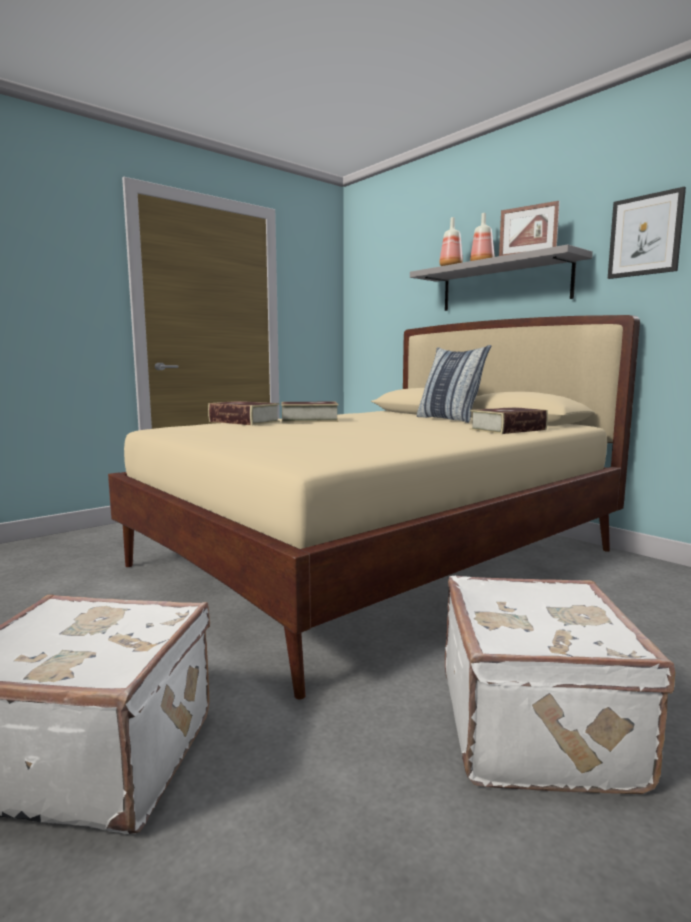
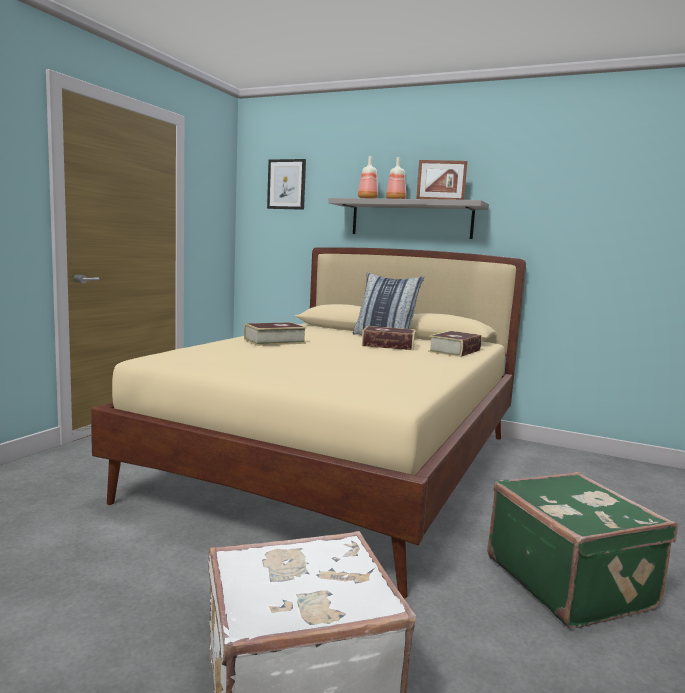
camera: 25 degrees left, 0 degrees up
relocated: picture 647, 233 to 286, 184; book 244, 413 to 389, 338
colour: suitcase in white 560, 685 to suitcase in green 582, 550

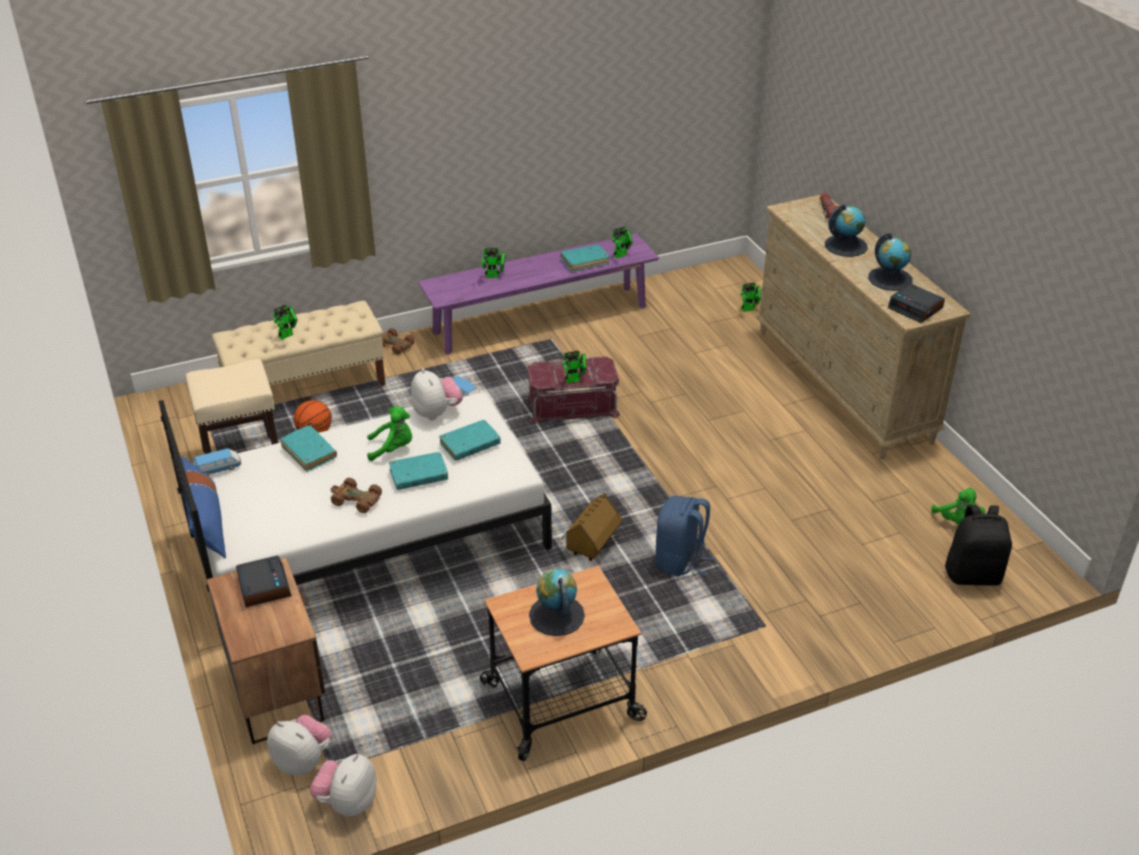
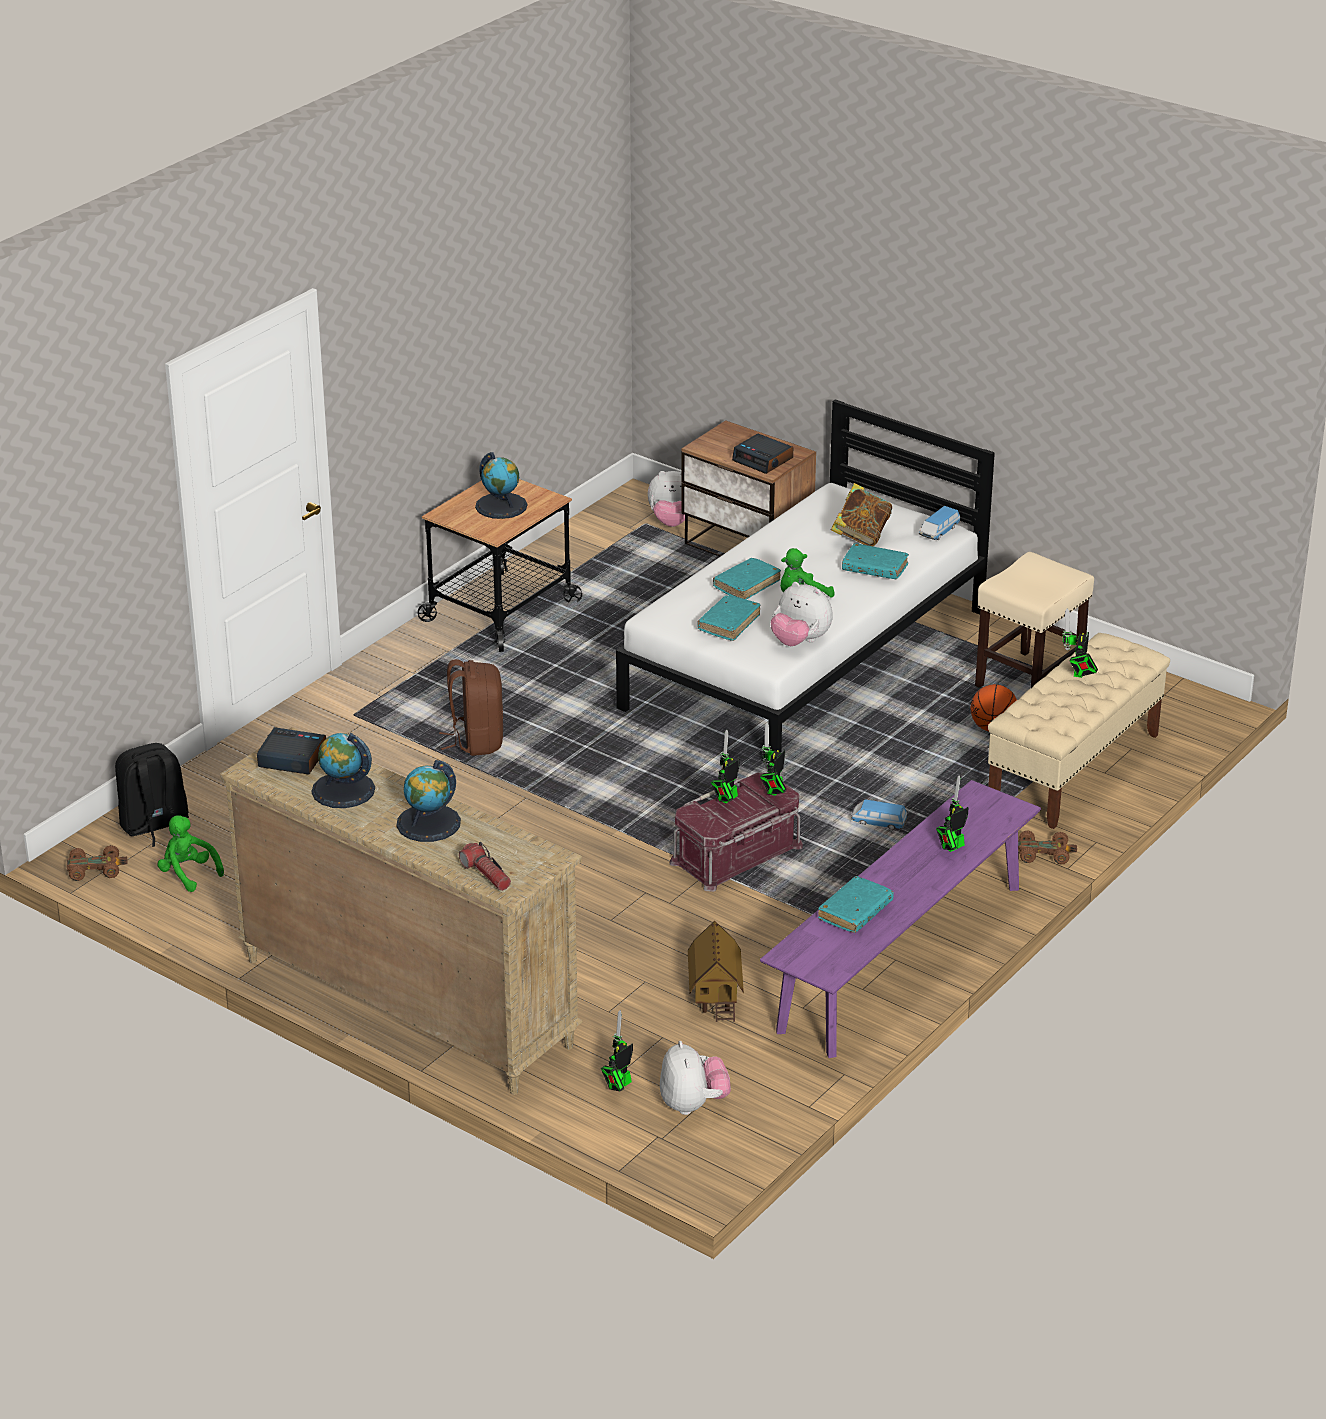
camera: 150 degrees right, 5 degrees down
missing: pillow in blue 203, 507
appeared: book 861, 514
relocated: toy robot 622, 242 to 773, 759; toy car in brown 356, 495 to 97, 863; toy house 591, 527 to 716, 971; plush toy 343, 785 to 695, 1078
colour: backpack in blue 685, 536 to backpack in brown 471, 707

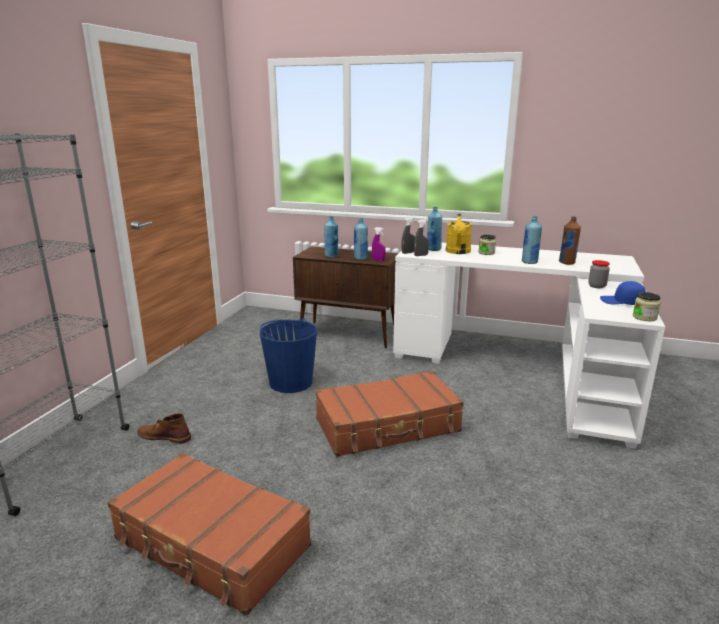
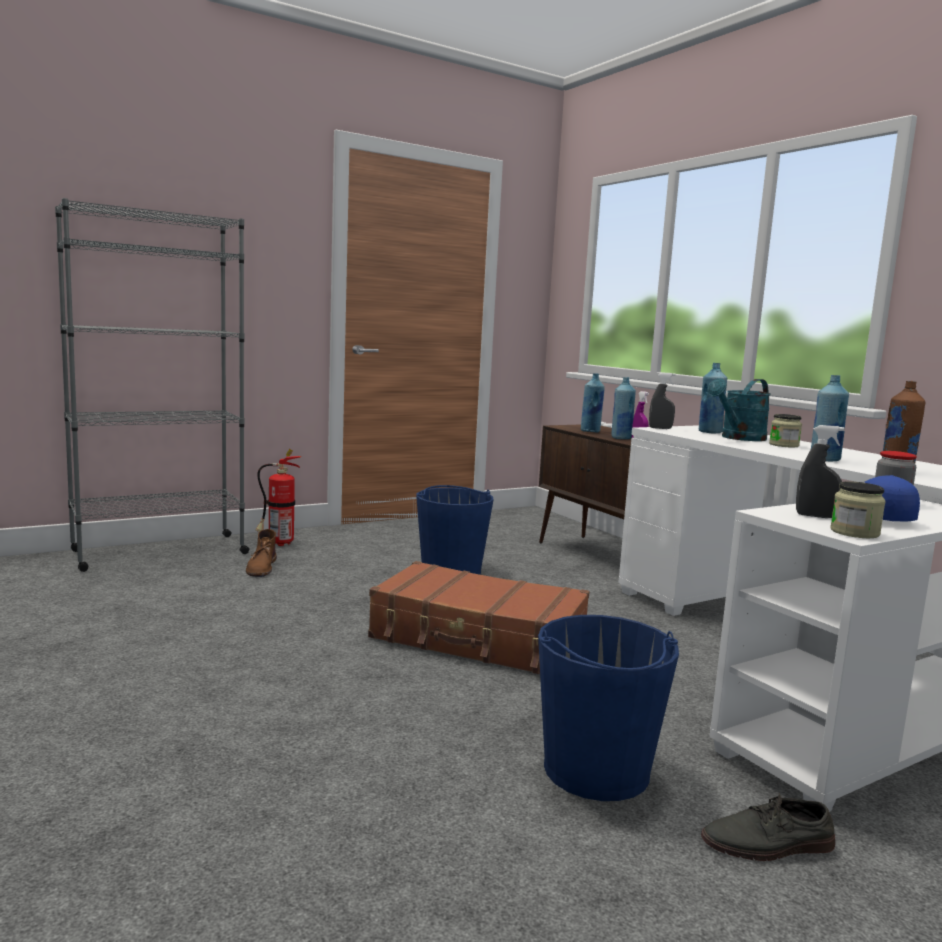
camera: 40 degrees right, 10 degrees down
missing: suitcase in brown 209, 534
appeared: fire extinguisher 278, 497; bucket in blue 608, 708; shoe in grey 768, 827
relocated: spray bottle in grey 421, 237 to 820, 471
colour: watering can in yellow 459, 234 to watering can in turquoise 739, 409
spun: boot in brown 164, 428 = 261, 553 150 degrees counterclockwise

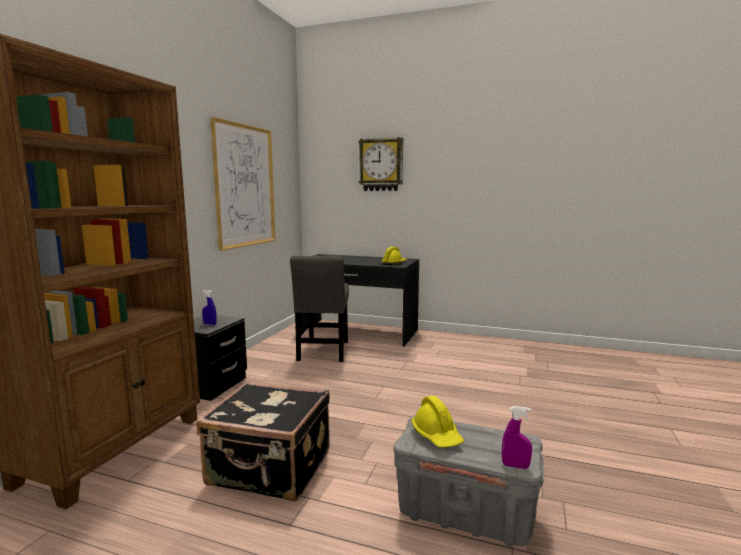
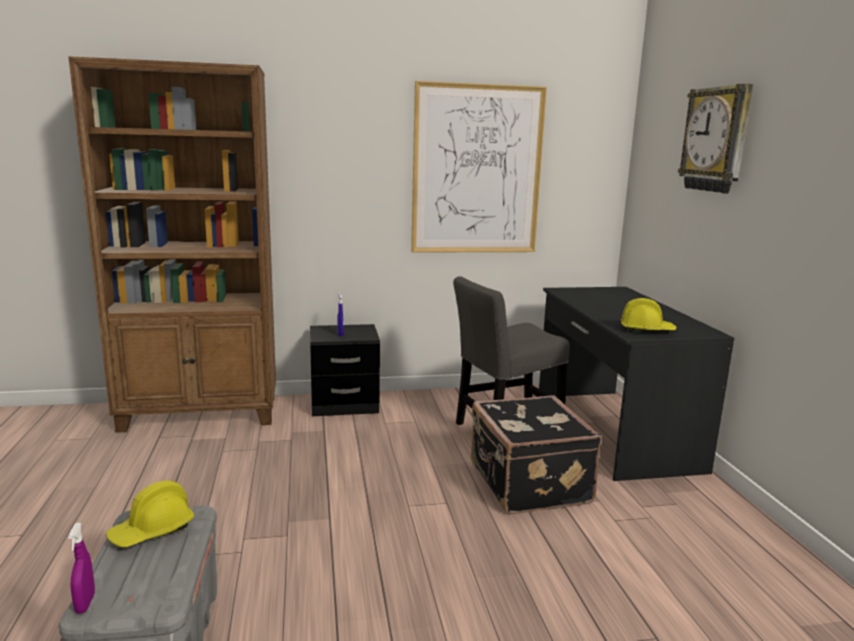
camera: 60 degrees right, 5 degrees up
relocated: suitcase in black 263, 441 to 536, 454

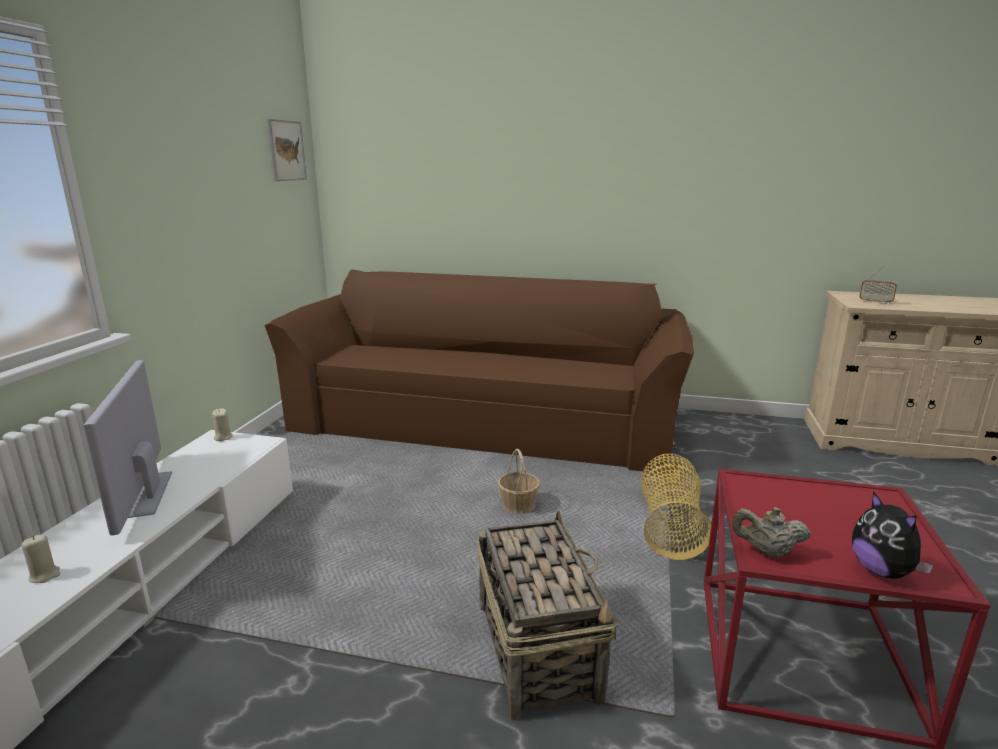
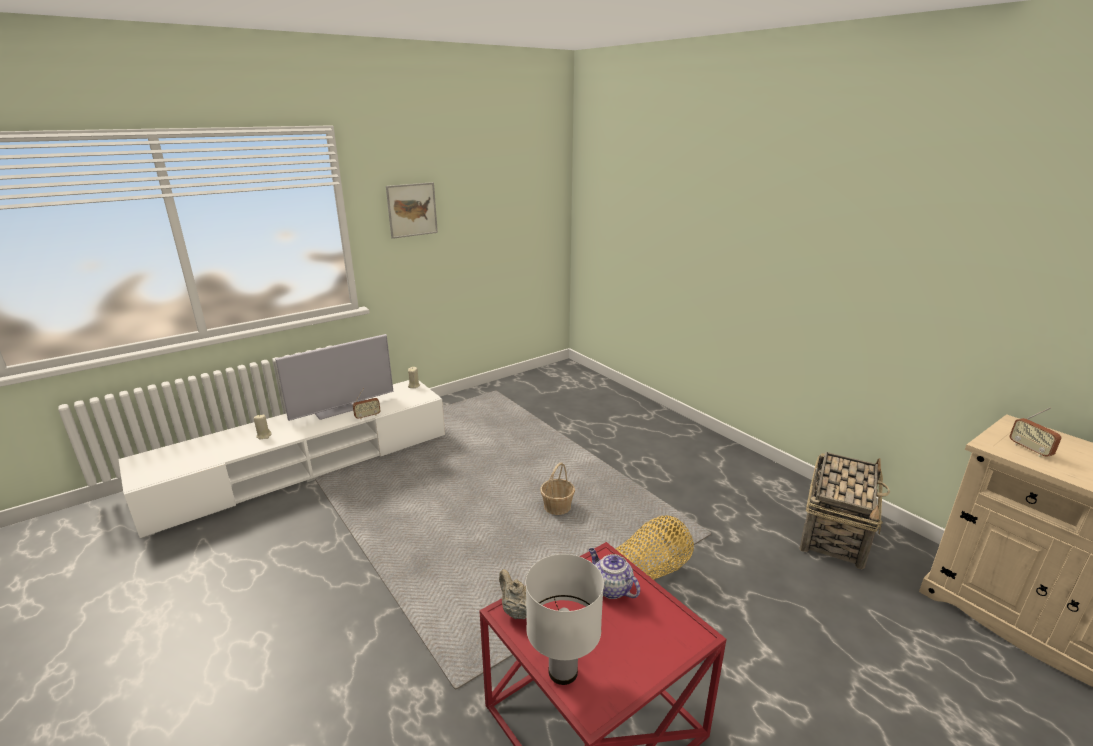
camera: 40 degrees right, 5 degrees up
missing: sofa in brown 479, 371
appeared: radio 367, 404; teapot 614, 573
relocated: picture 287, 150 to 412, 210; basket 547, 615 to 844, 510
exchanged: plush toy 893, 534 to table lamp in white 565, 619
spun: television 127, 447 = 334, 377 150 degrees counterclockwise

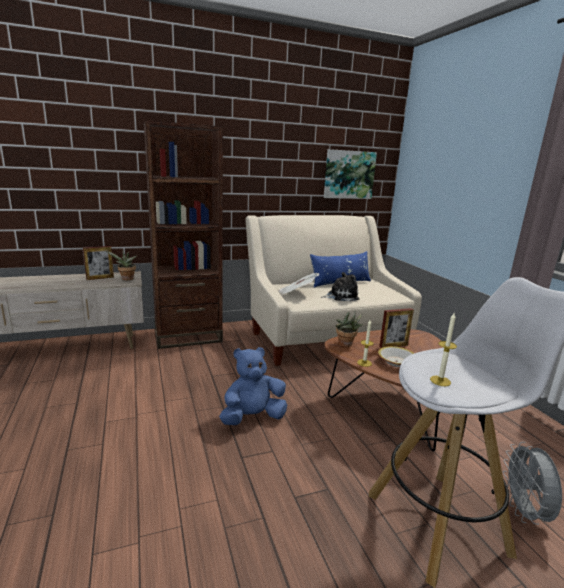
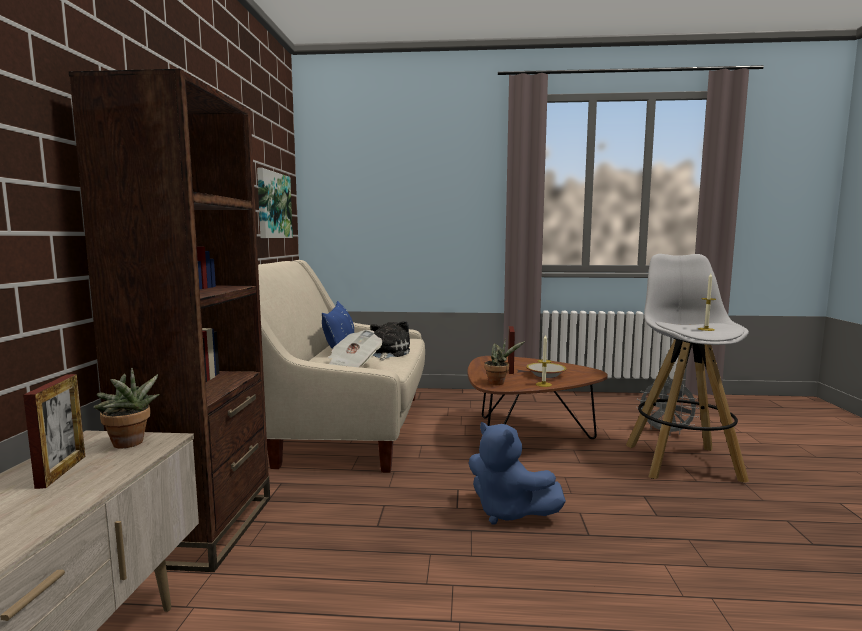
camera: 65 degrees left, 10 degrees down
spun: plush toy in blue 253, 386 = 517, 473 45 degrees counterclockwise

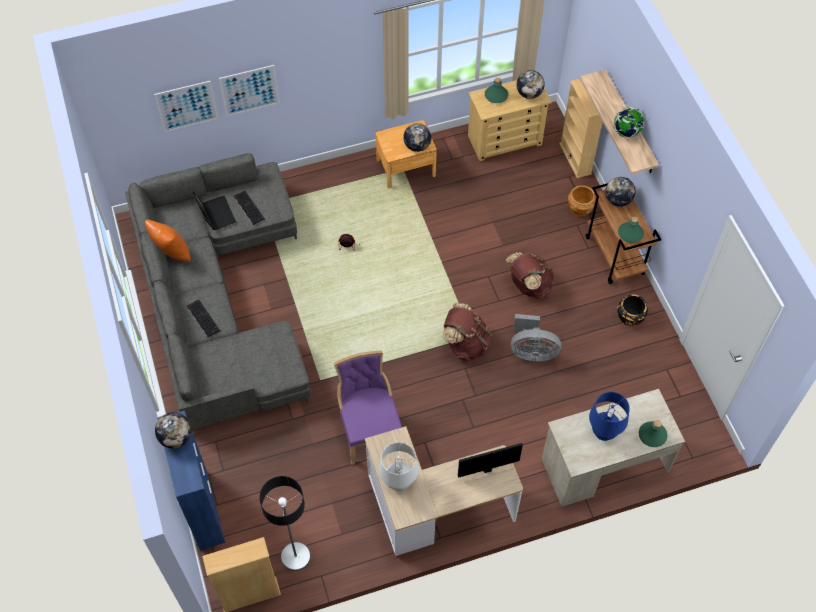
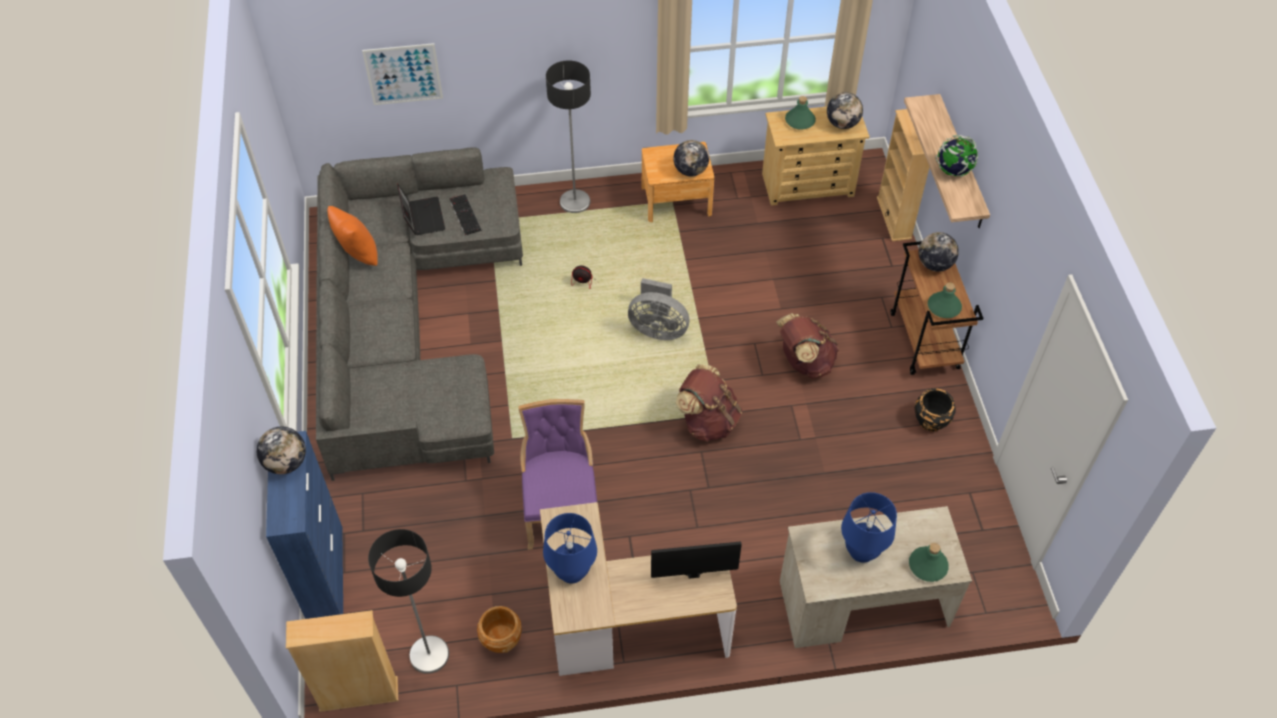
camera: 10 degrees right, 5 degrees down
missing: picture 249, 90; keyboard 204, 318
appeared: floor lamp 568, 136
relocated: planter in brown 582, 200 to 499, 629; fan in grey 536, 337 to 658, 309
colour: table lamp in white 399, 466 to table lamp in blue 570, 548

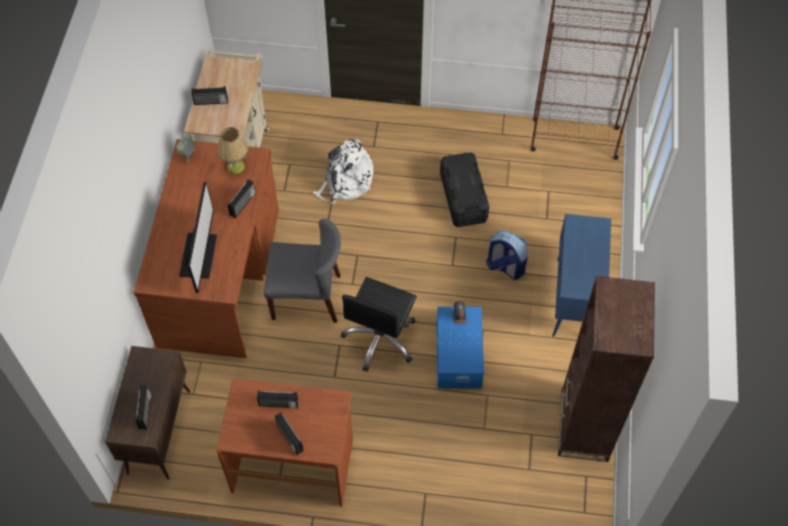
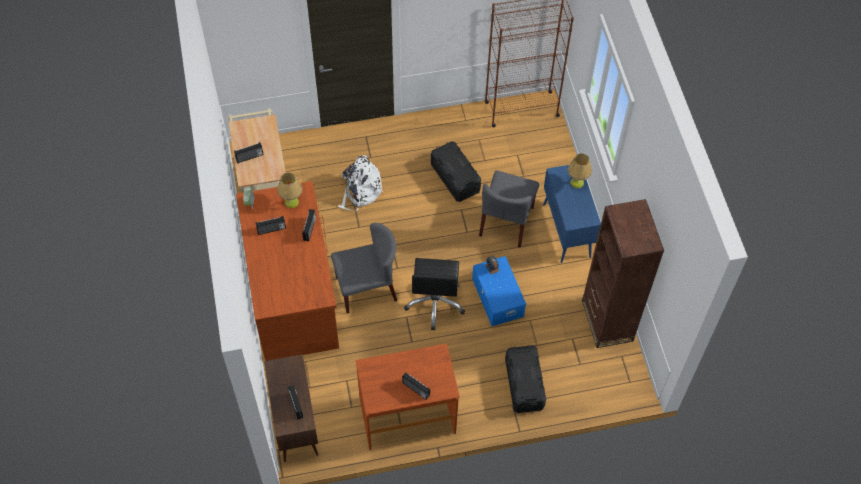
camera: 20 degrees left, 0 degrees up
missing: monitor 198, 237
appeared: table lamp 580, 170; storage box in black 525, 379
relocated: radio 278, 399 to 270, 225
exchanged: backpack 507, 255 to chair in grey 509, 209

